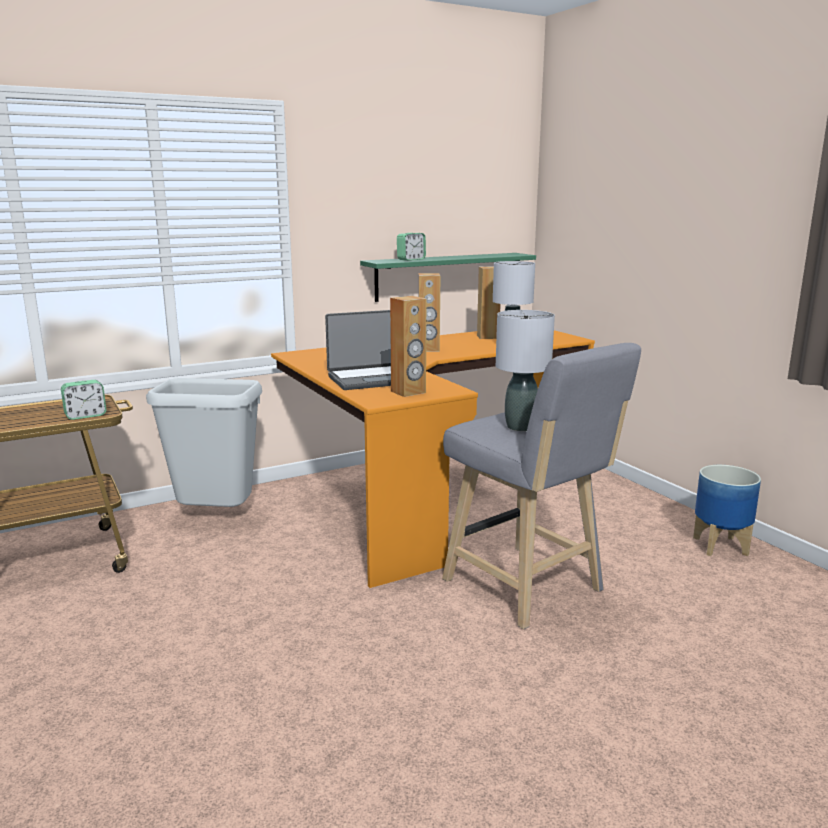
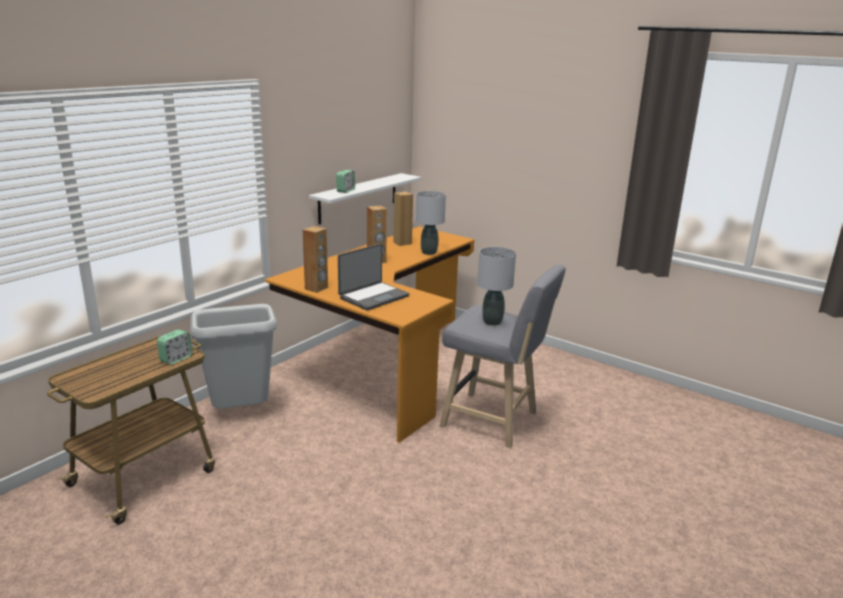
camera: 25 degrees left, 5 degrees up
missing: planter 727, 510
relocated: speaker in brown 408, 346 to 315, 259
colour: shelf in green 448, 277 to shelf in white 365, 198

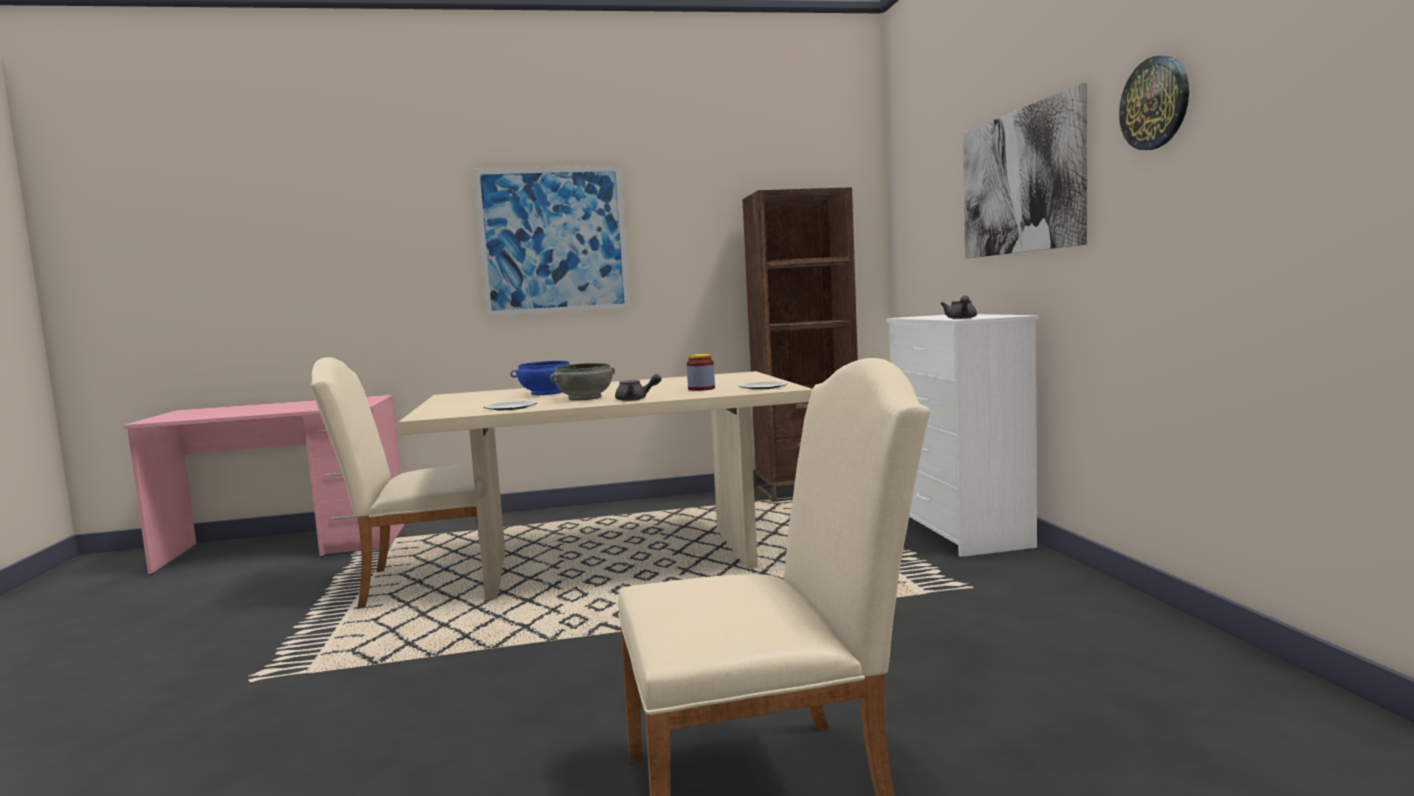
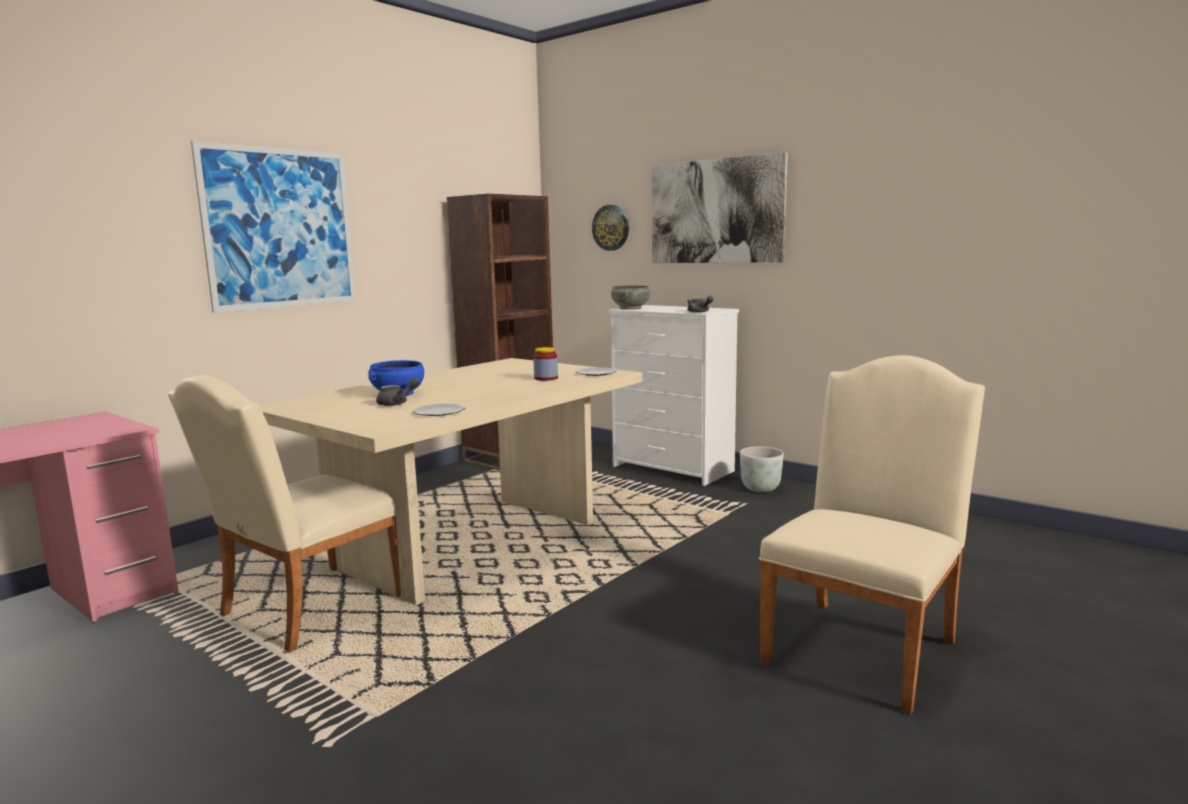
camera: 40 degrees left, 5 degrees up
appeared: planter in grey 762, 469
relocated: wall clock 1154, 103 to 610, 228; bowl in grey 582, 382 to 630, 297; teapot in grey 638, 387 to 397, 392

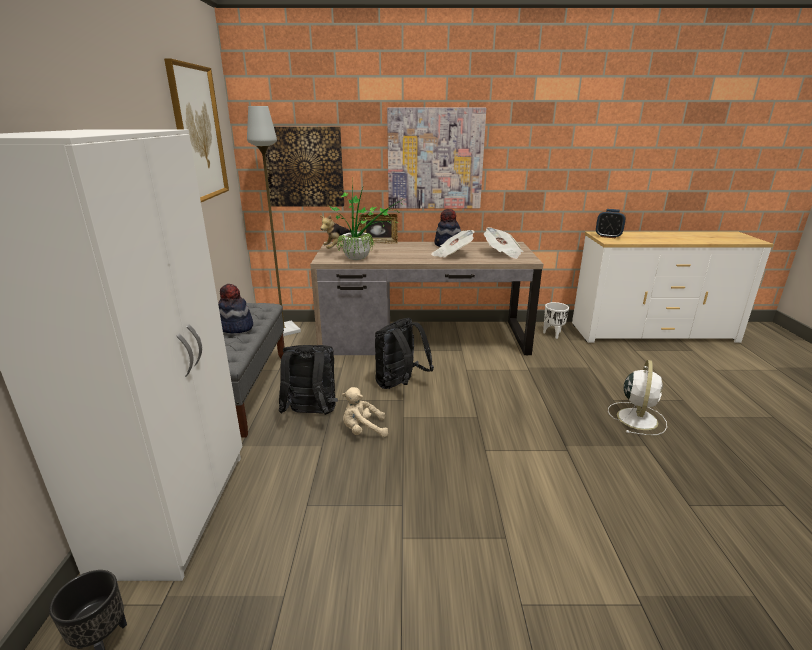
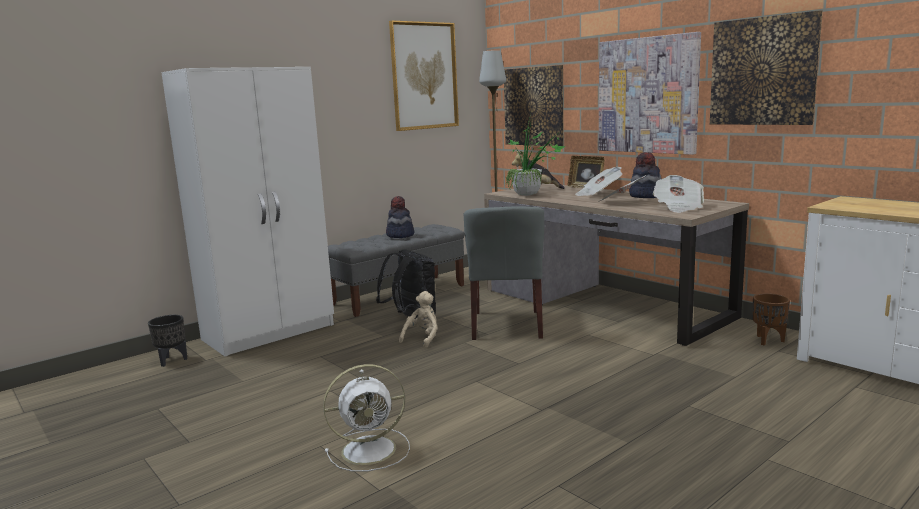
camera: 50 degrees right, 10 degrees down
missing: alarm clock 611, 223
appeared: picture 766, 67; newspaper 598, 181
relocated: fan in white 637, 397 to 366, 418
exchanged: backpack in black 404, 353 to chair in grey 504, 273
colour: planter in white 556, 320 to planter in brown 771, 319
spun: plush toy in beige 365, 412 = 418, 319 75 degrees clockwise

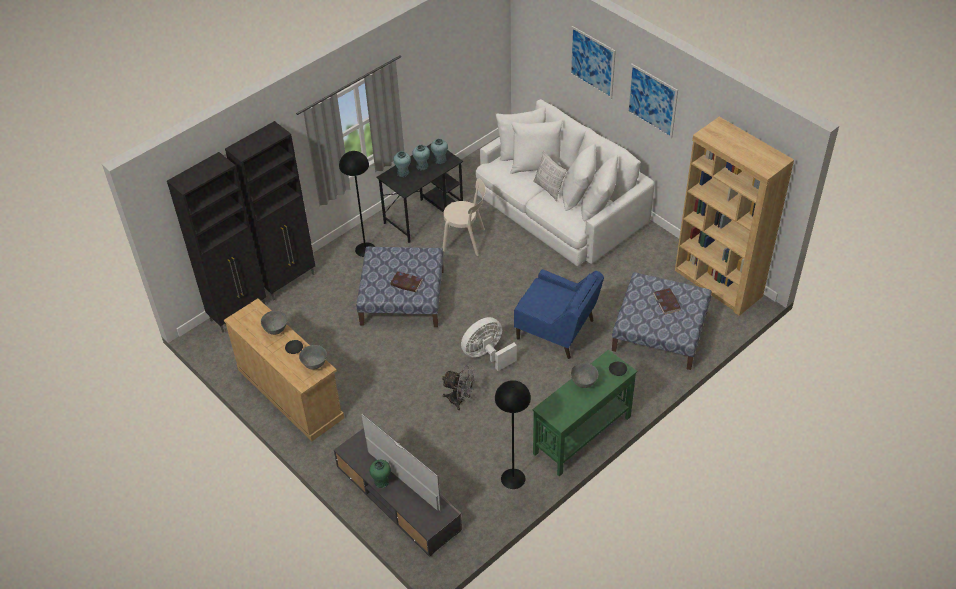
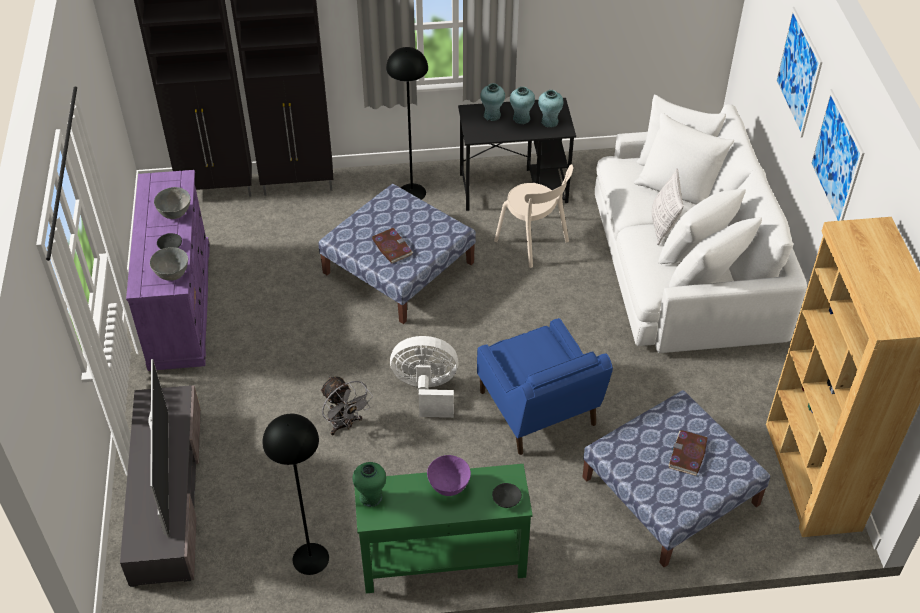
camera: 35 degrees right, 0 degrees up
relocated: vase in green 380, 474 to 369, 484
colour: dresser in beige 284, 369 to dresser in purple 168, 270; bowl in grey 584, 375 to bowl in purple 449, 475

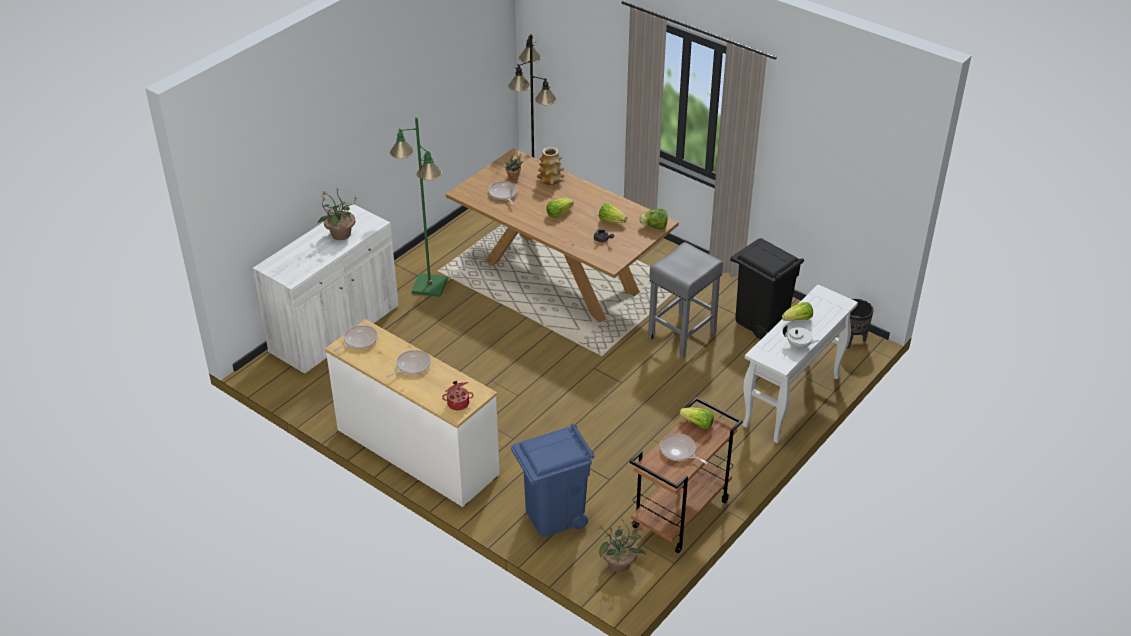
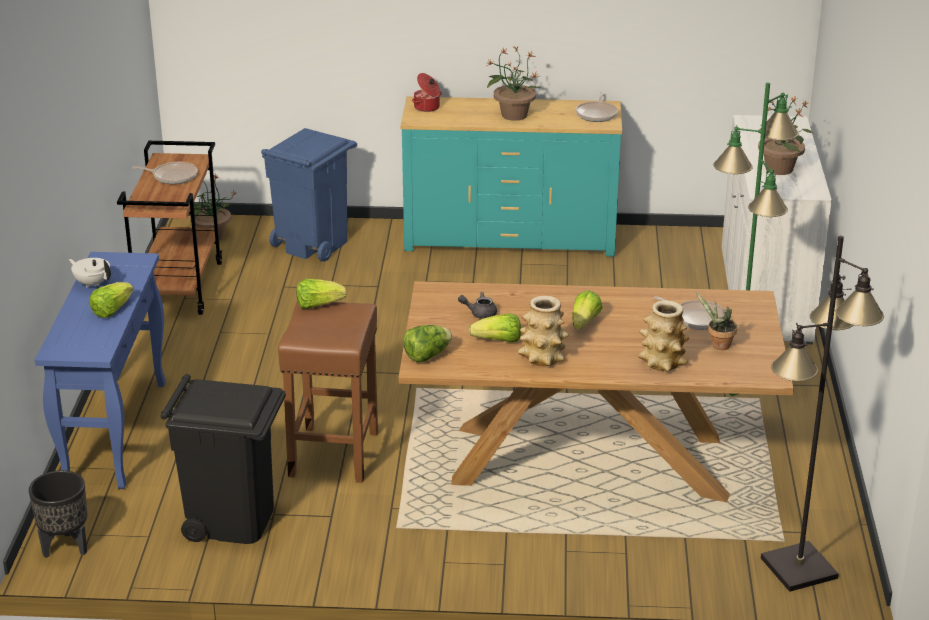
camera: 145 degrees right, 10 degrees down
appeared: vase 543, 331
relocated: lettuce 696, 418 to 321, 294
exchanged: frying pan 408, 364 to potted plant 514, 83
colour: stool in grey 685, 300 to stool in brown 328, 392; console table in white 800, 364 to console table in blue 100, 370; dresser in white 412, 413 to dresser in turquoise 511, 176
spun: teapot in white 801, 337 = 90, 273 45 degrees clockwise

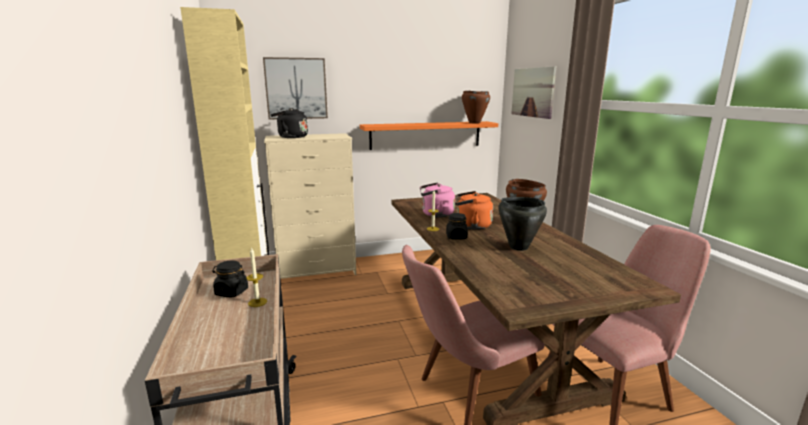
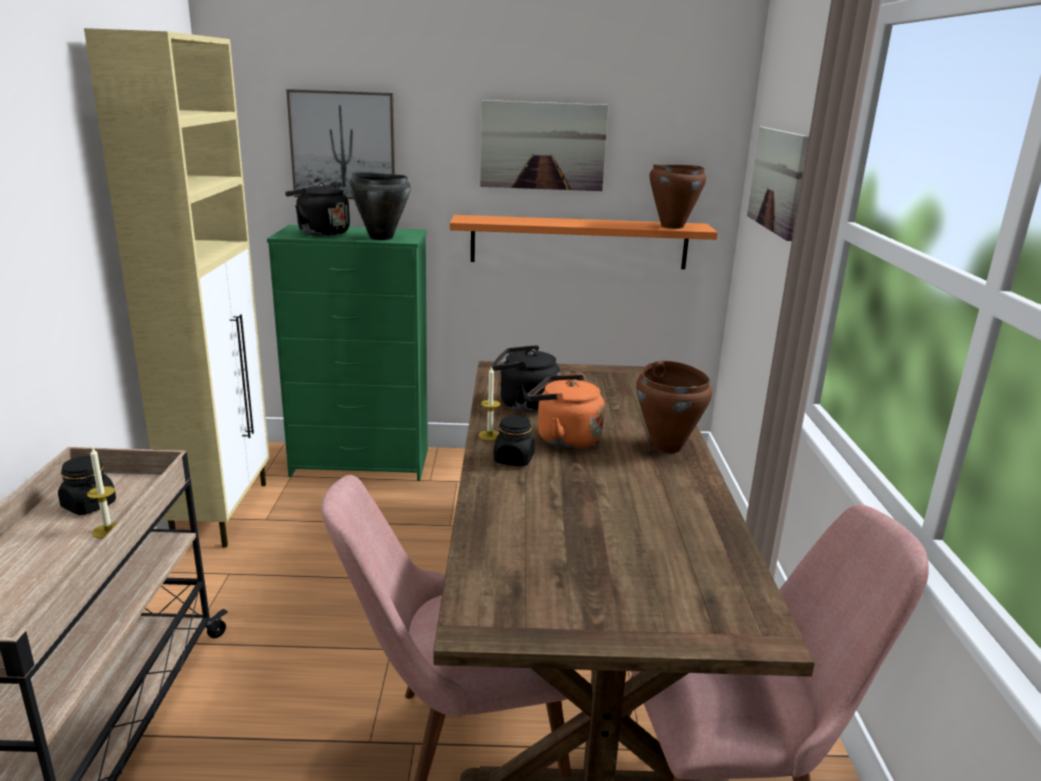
camera: 15 degrees right, 5 degrees up
appeared: picture 544, 145
relocated: cooking pot in black 522, 224 to 380, 206
colour: dresser in beige 310, 206 to dresser in green 347, 353; kettle in pink 437, 200 to kettle in black 526, 378

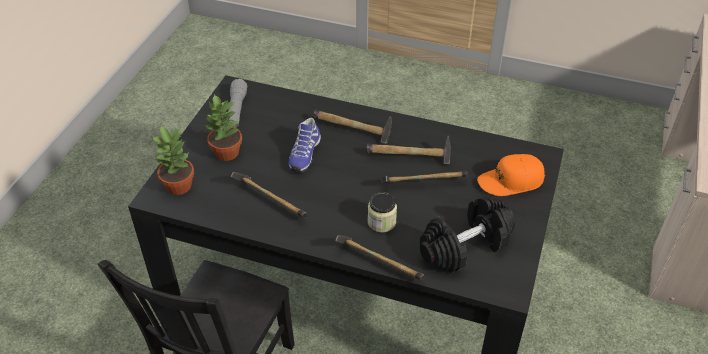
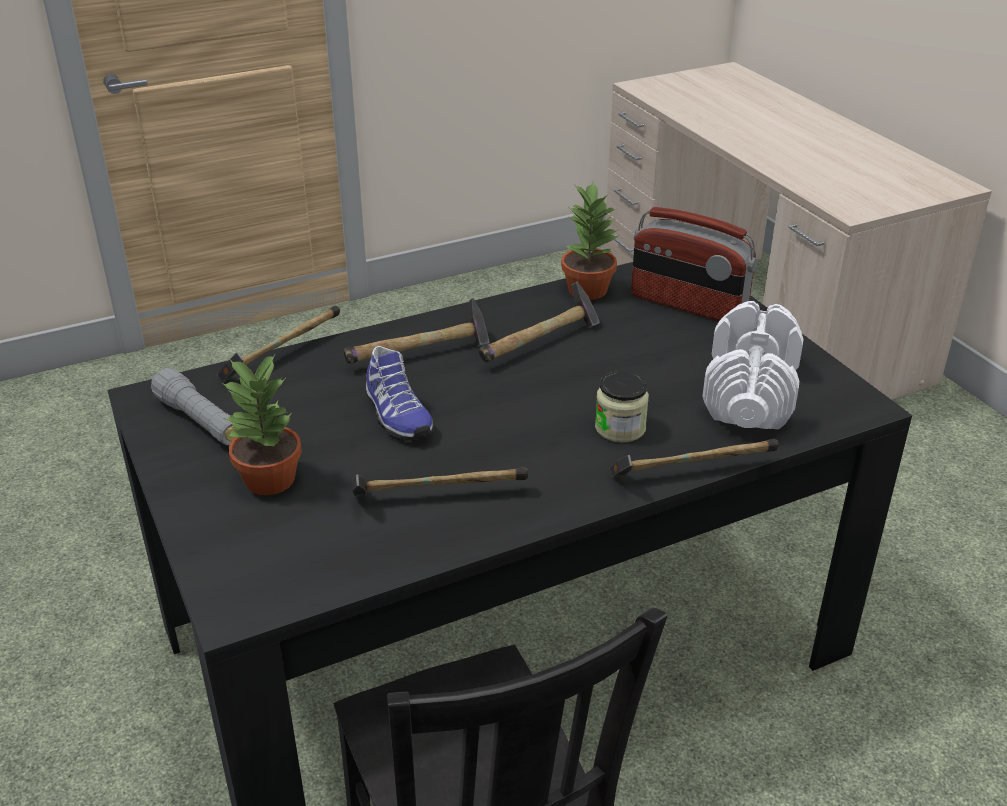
camera: 45 degrees left, 10 degrees down
relocated: potted plant 173, 160 to 590, 241; hammer 424, 177 to 278, 344
exchanged: cap in orange 511, 175 to radio 694, 264
colour: dumbbell in black 467, 235 to dumbbell in white 753, 365

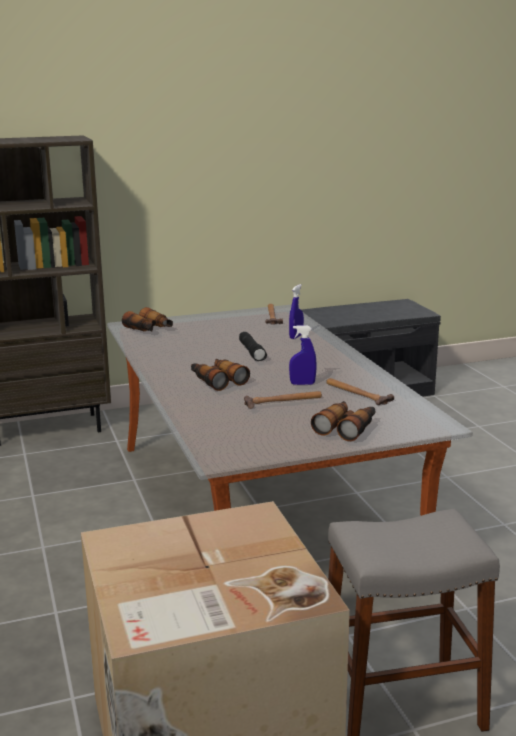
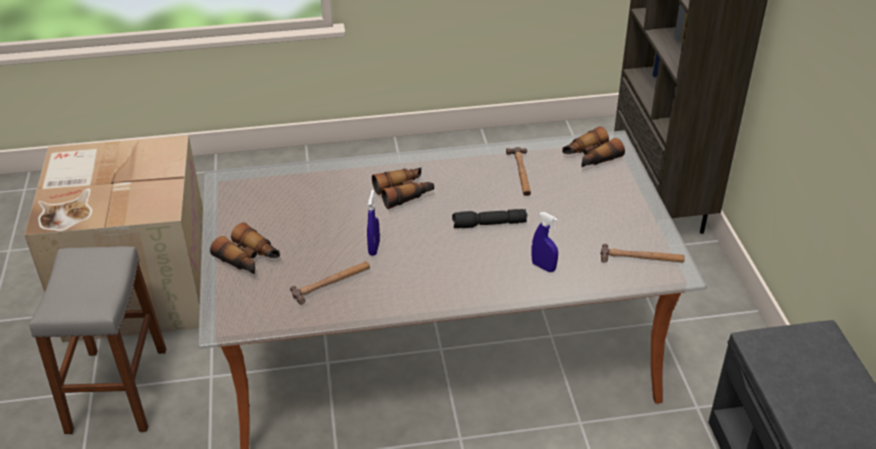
camera: 100 degrees right, 20 degrees up
relocated: hammer 283, 400 to 518, 171

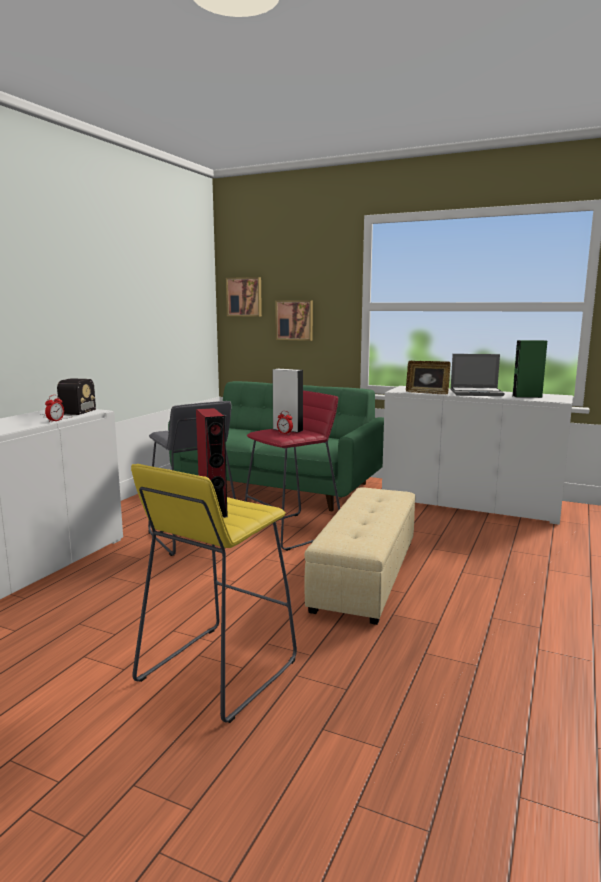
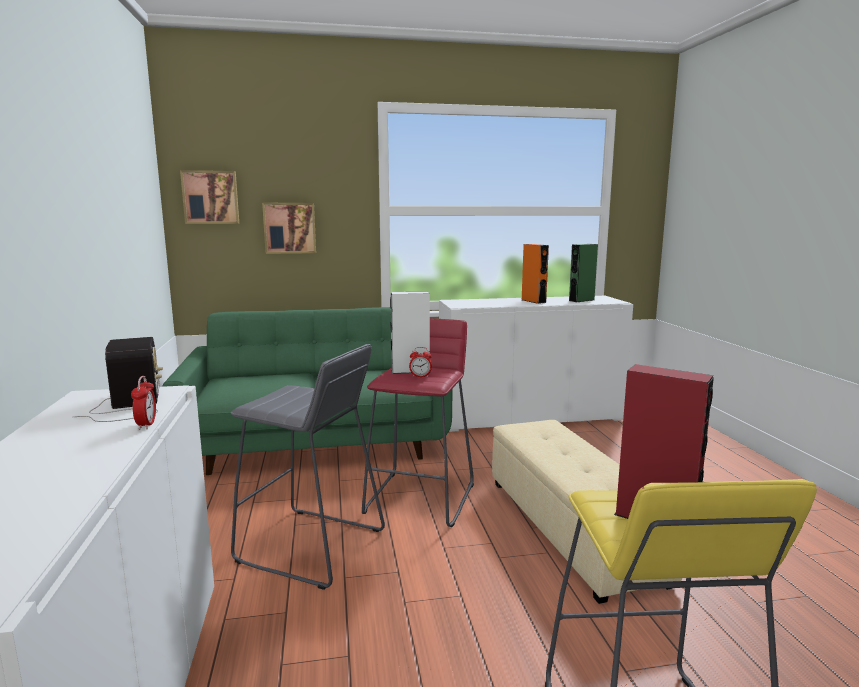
camera: 35 degrees left, 0 degrees up
missing: picture frame 428, 377
exchanged: laptop 477, 375 to speaker in orange 535, 274

